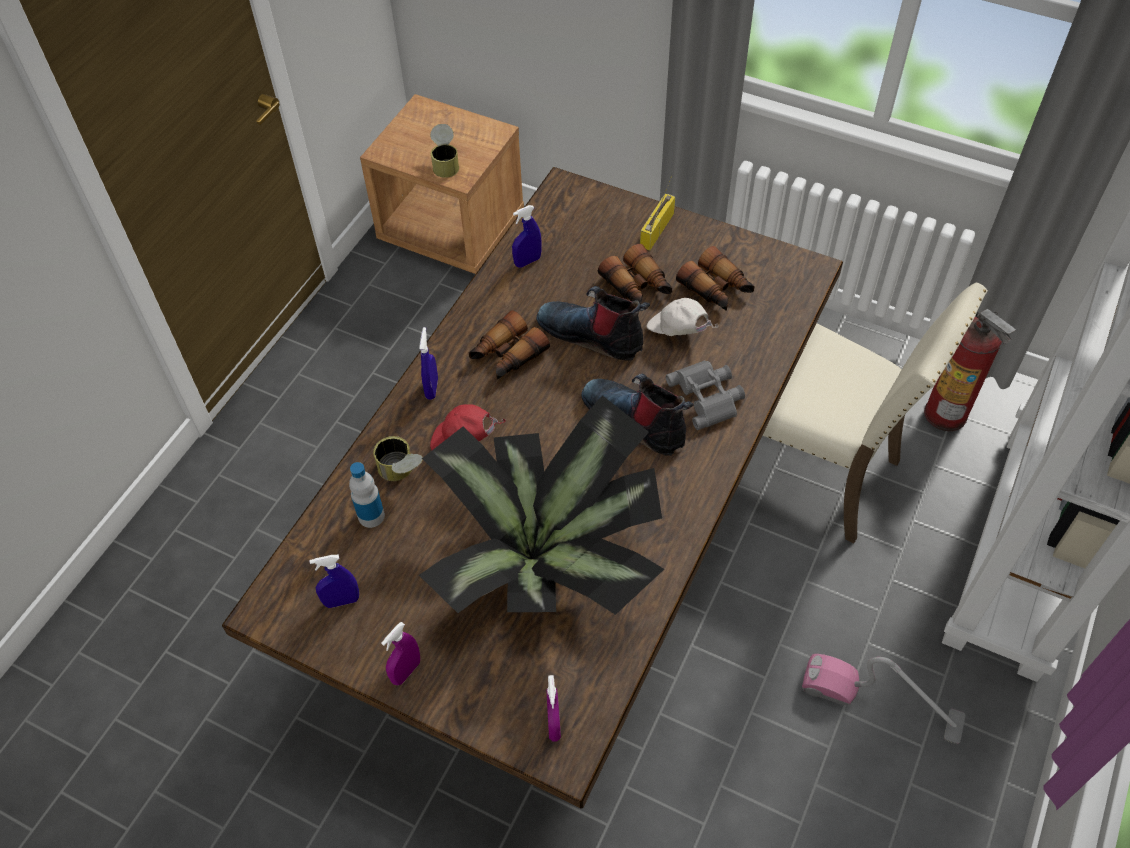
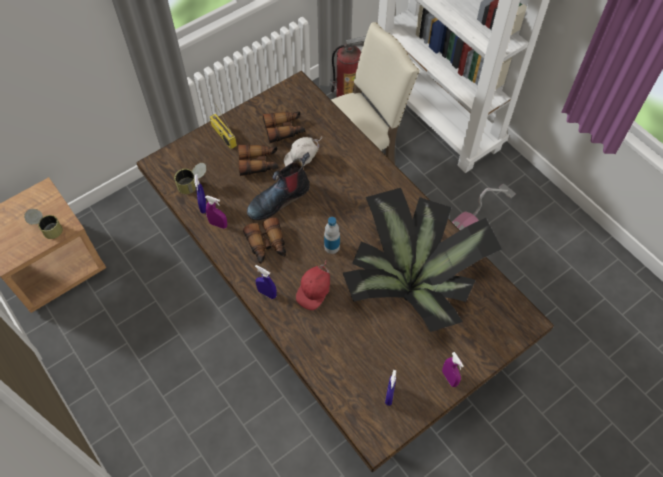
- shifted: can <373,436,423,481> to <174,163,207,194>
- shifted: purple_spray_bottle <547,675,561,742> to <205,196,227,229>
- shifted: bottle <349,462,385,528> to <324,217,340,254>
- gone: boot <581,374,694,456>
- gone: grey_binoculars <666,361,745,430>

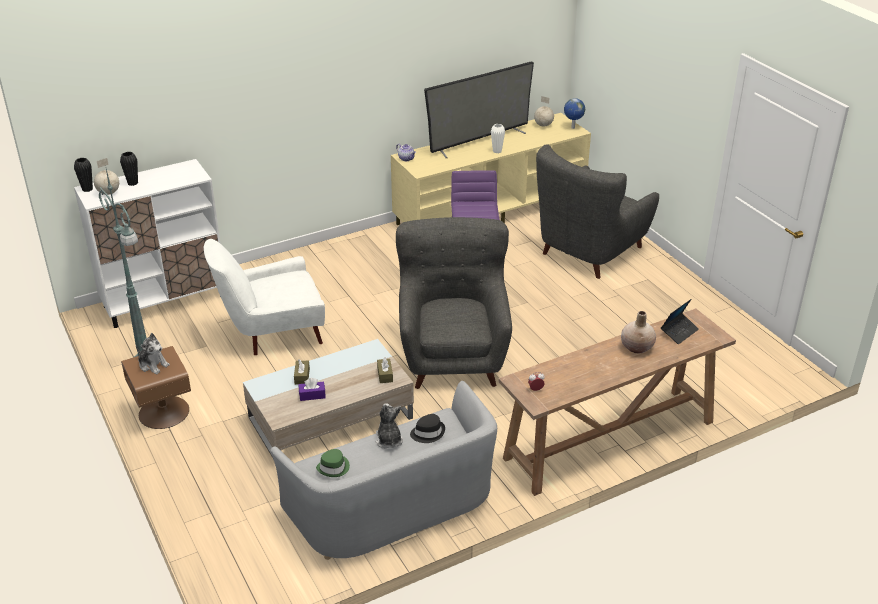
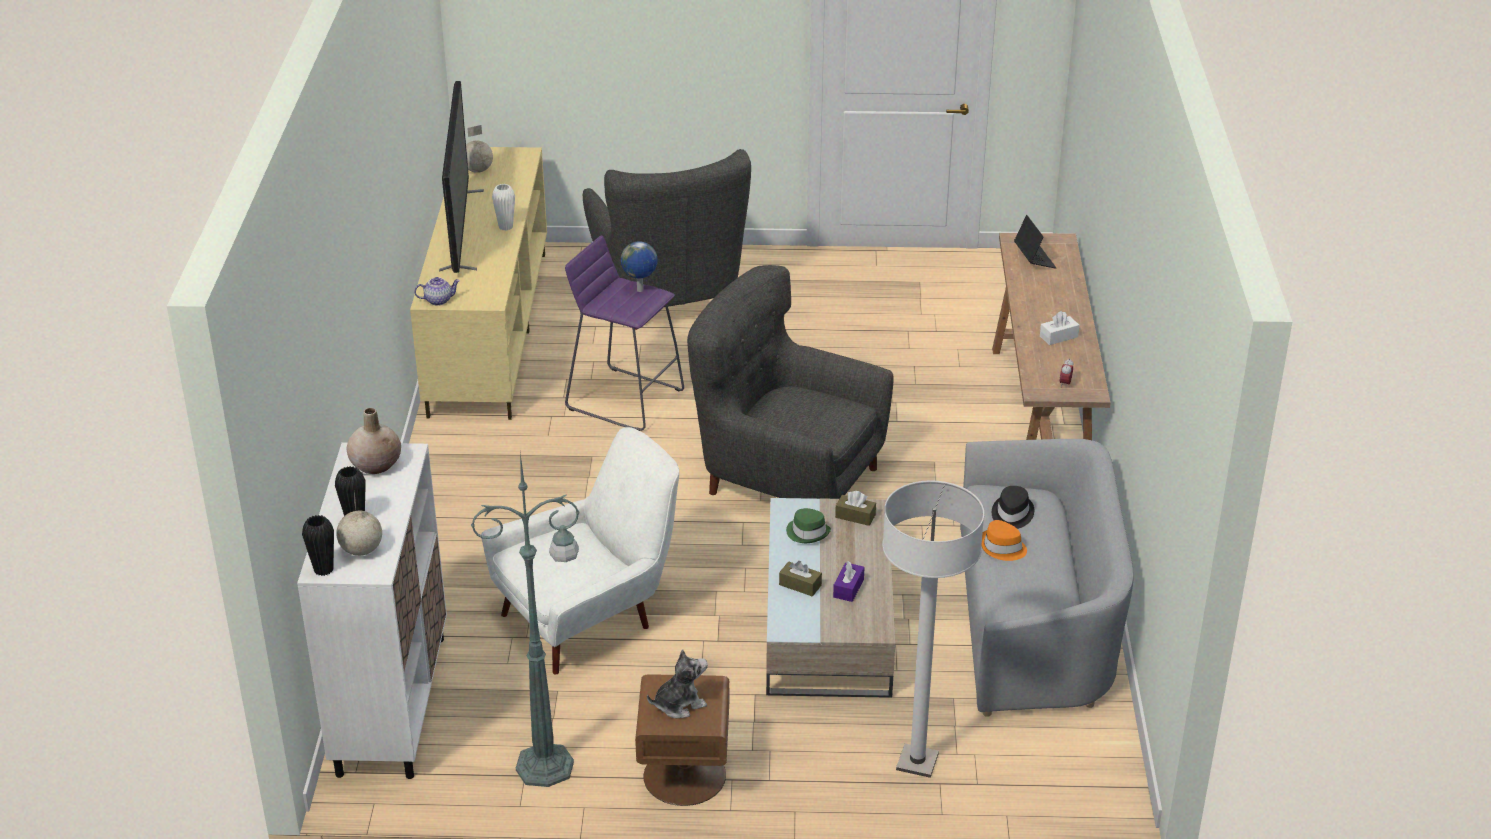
- shifted: beige_vase <621,311,656,354> to <347,408,401,474>
- rotated: white_armchair <204,239,325,355> = <481,427,679,674> 135 degrees counterclockwise
- shifted: globe <564,98,585,129> to <621,241,658,292>
- shifted: green_hat <316,449,350,477> to <786,508,831,543>
- new: white_floor_lamp <882,480,984,778>
- swapped: plush_toy <376,403,403,449> to orange_hat <981,520,1027,561>
- new: white_tissue_box <1040,311,1080,345>

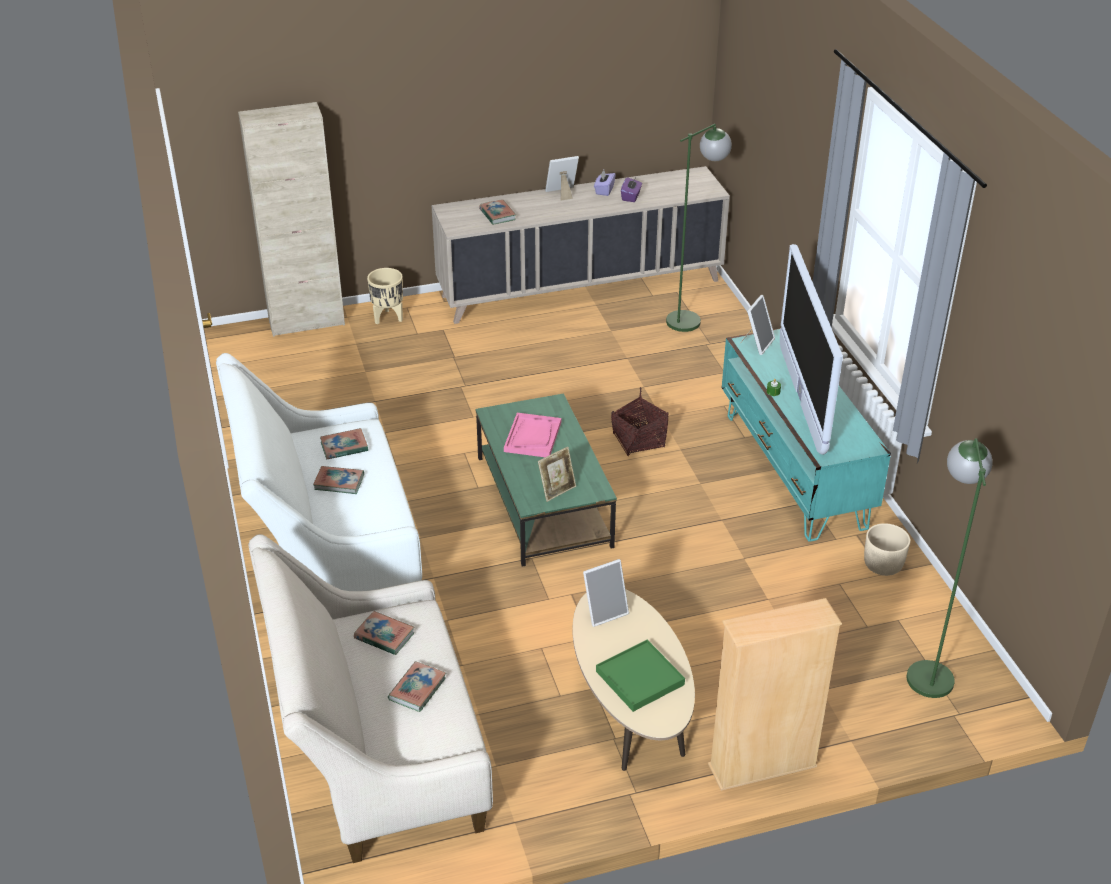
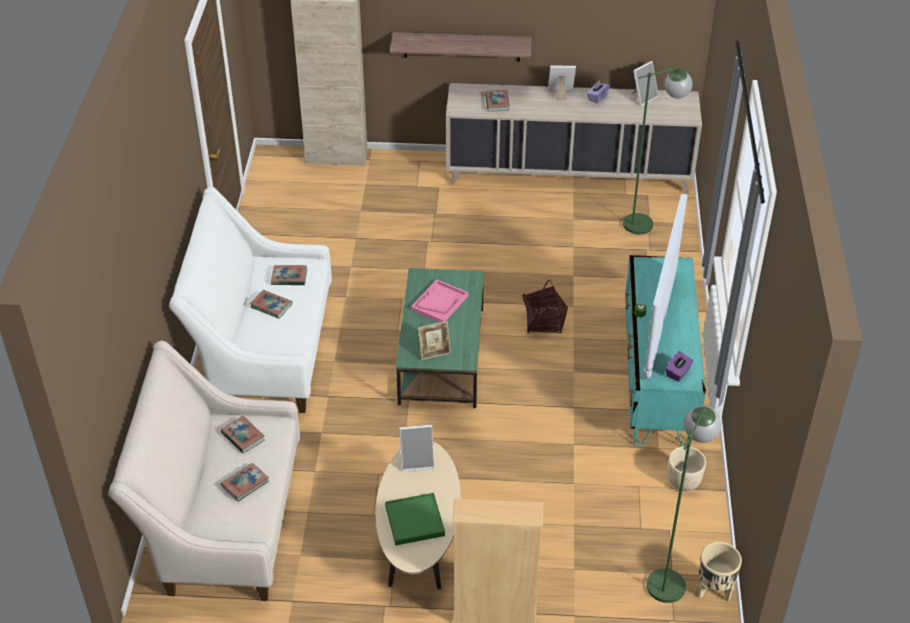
- new: shelf <390,32,532,62>
- shifted: picture_frame <740,295,775,355> to <631,61,659,106>
- shifted: purple_tissue_box <621,177,642,202> to <666,351,694,382>
- shifted: beige_planter <367,268,403,324> to <698,542,742,601>

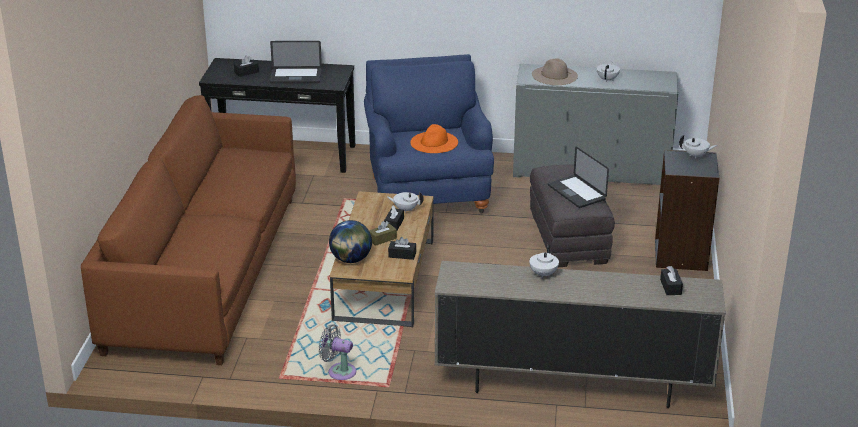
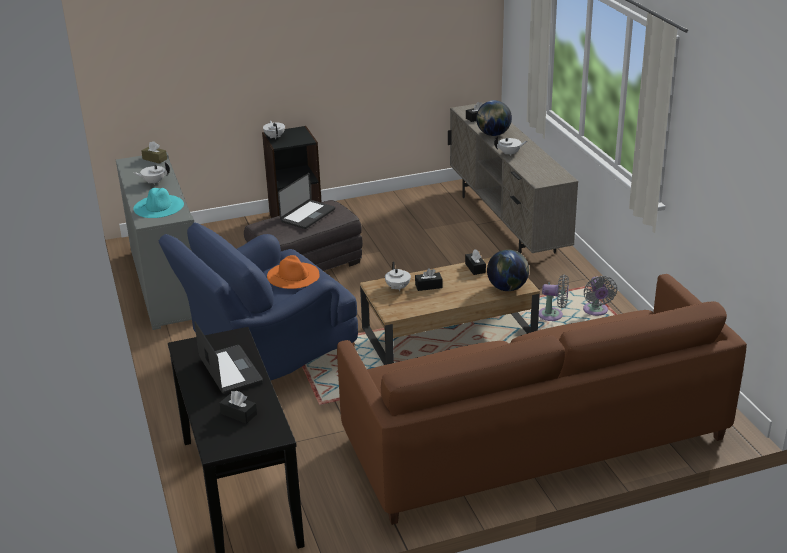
- repainted: beige_hat <532,58,578,85> to turquoise_hat <134,188,184,218>
- shifted: brown_tissue_box <369,221,397,246> to <141,141,167,164>
- new: globe <476,100,512,136>
- new: grey_fan <539,275,569,321>

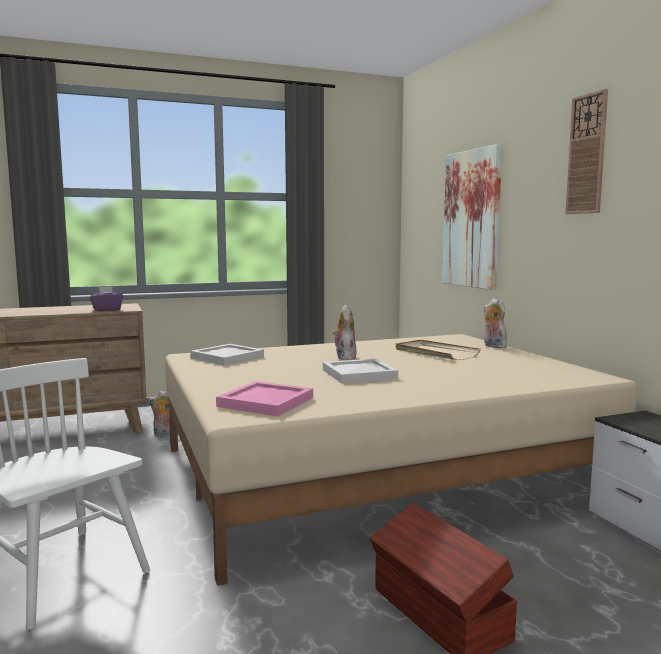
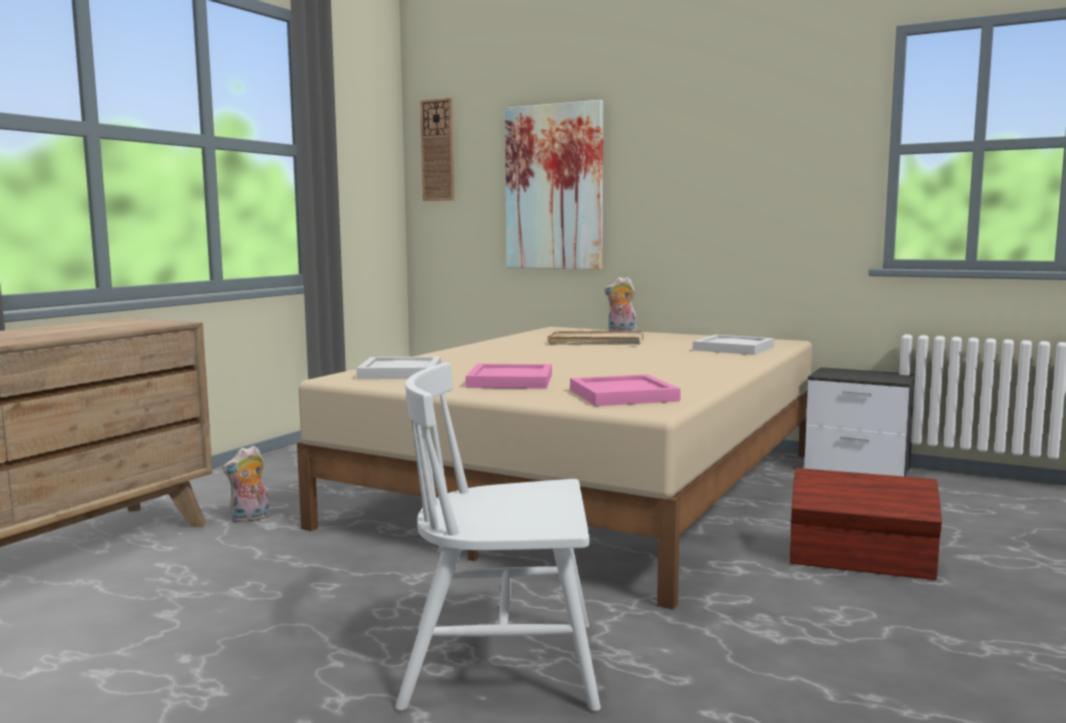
- shifted: wall_clock <565,89,608,214> to <420,98,454,201>
- new: pink_tray <465,364,552,389>
- shifted: white_tray <323,359,398,383> to <693,335,774,355>
- gone: purple_tissue_box <90,286,123,311>
- gone: plush_toy <333,305,357,360>

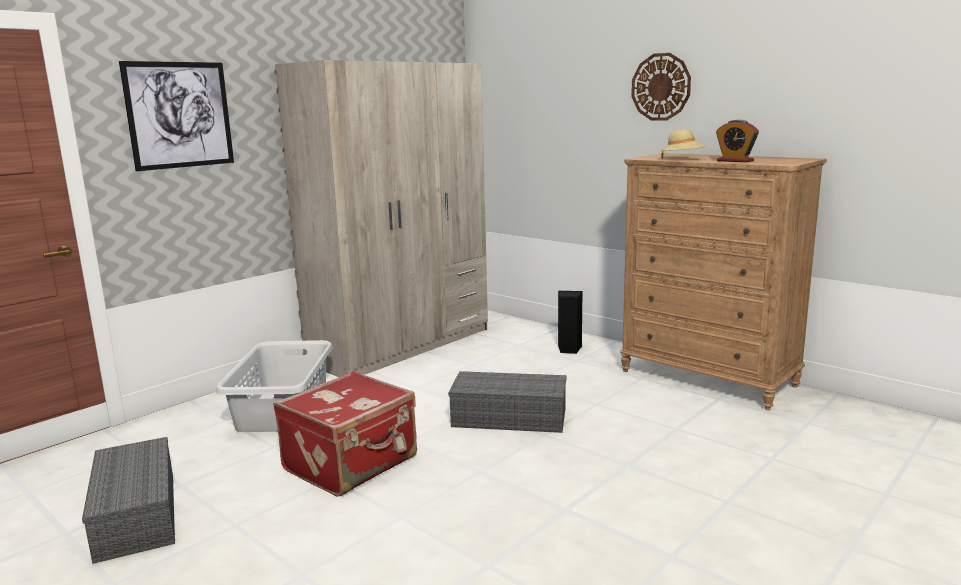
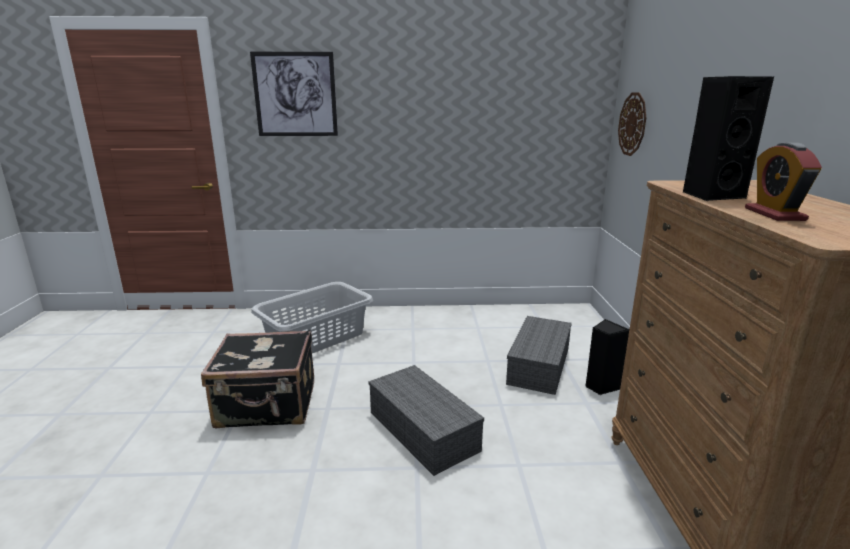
- repainted: red_suitcase <273,371,417,497> to black_suitcase <201,330,314,428>
- shifted: grey_storage_box <82,437,175,564> to <506,316,572,395>
- shifted: wall_clock <631,53,691,121> to <618,92,646,156>
- swapped: beige_hat <661,129,706,159> to black_speaker <683,76,774,201>
- gone: beige_wardrobe <275,60,488,377>

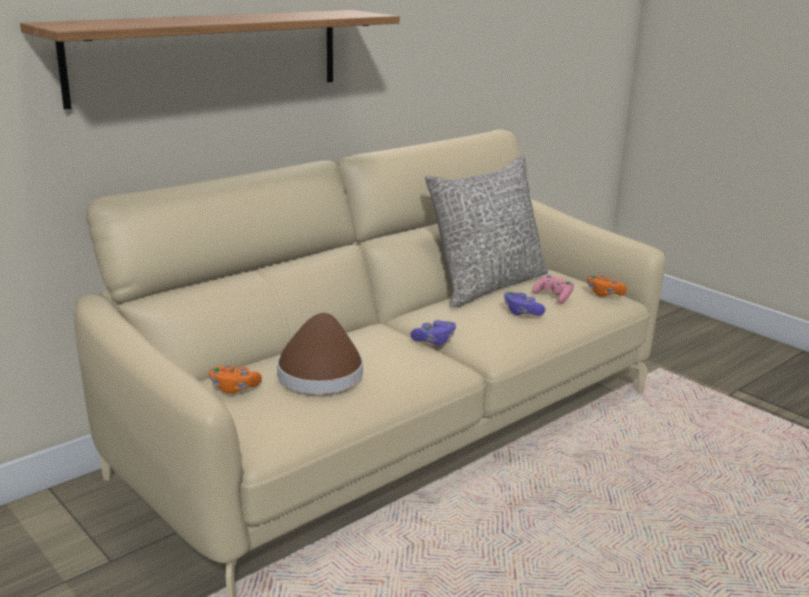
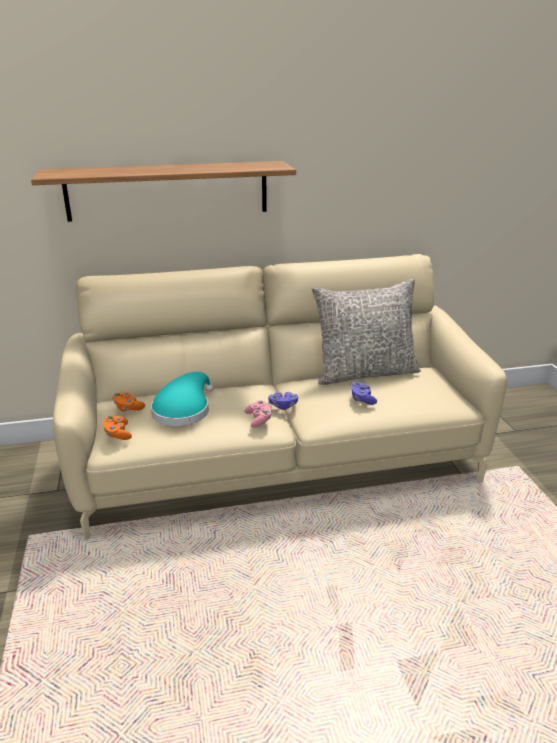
- shifted: orange_game_controller <587,275,627,297> to <104,415,132,440>
- repainted: brown_hat <277,313,363,394> to turquoise_hat <151,372,214,426>
- shifted: pink_game_controller <532,275,574,303> to <245,400,272,427>

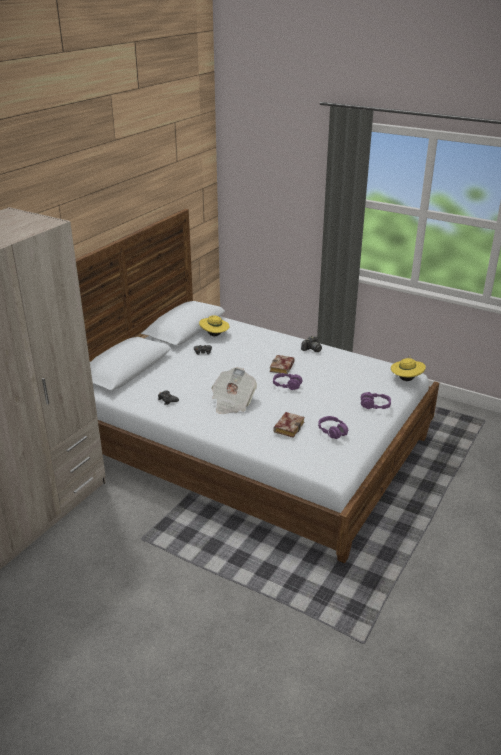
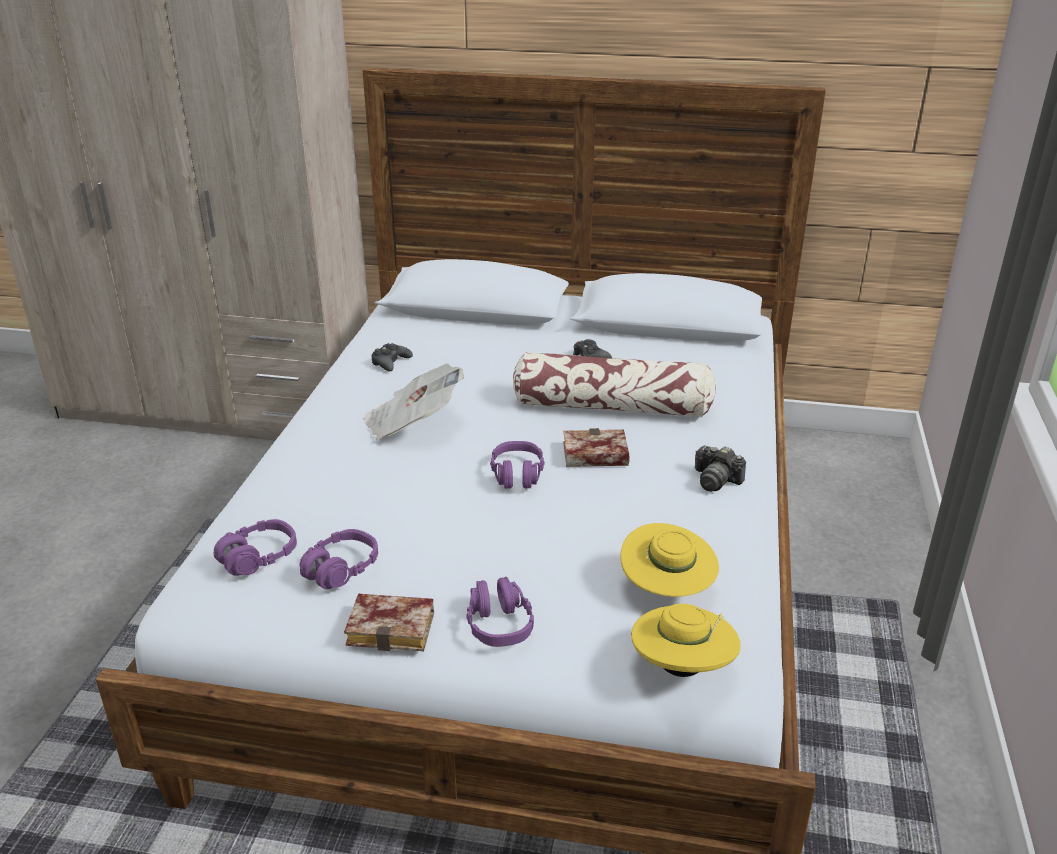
- new: purple_headphones <214,519,297,576>
- shifted: book <273,412,305,438> to <344,594,434,651>
- new: pillow <513,352,716,417>
- shifted: yellow_hat <199,315,230,336> to <620,523,719,597>

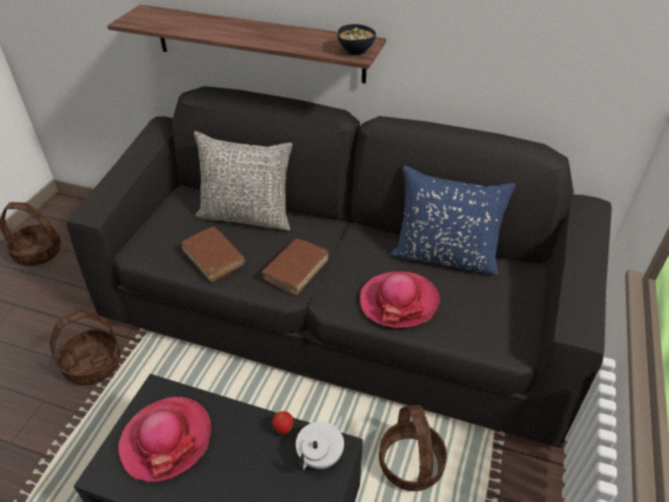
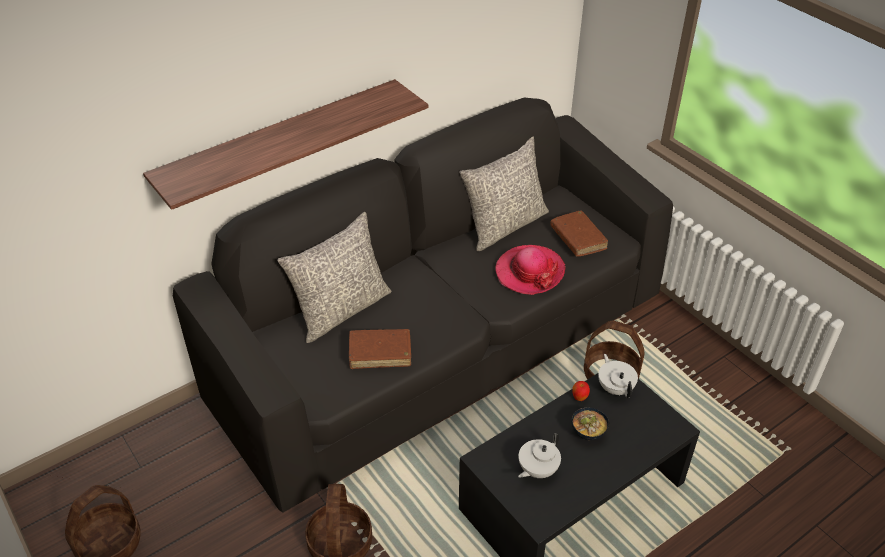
- repainted: blue_pillow <390,166,516,275> to grey_pillow <459,137,549,251>
- swapped: hat <118,397,211,482> to white_teapot <518,433,561,478>
- shifted: brown_book <262,239,328,295> to <550,210,608,257>
- shifted: bowl <337,24,376,55> to <572,407,609,440>

